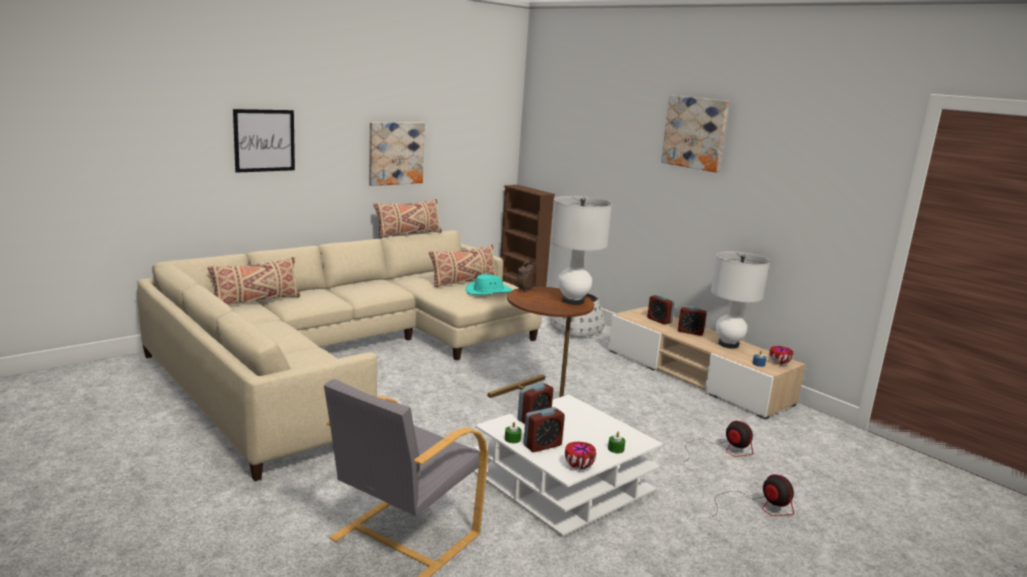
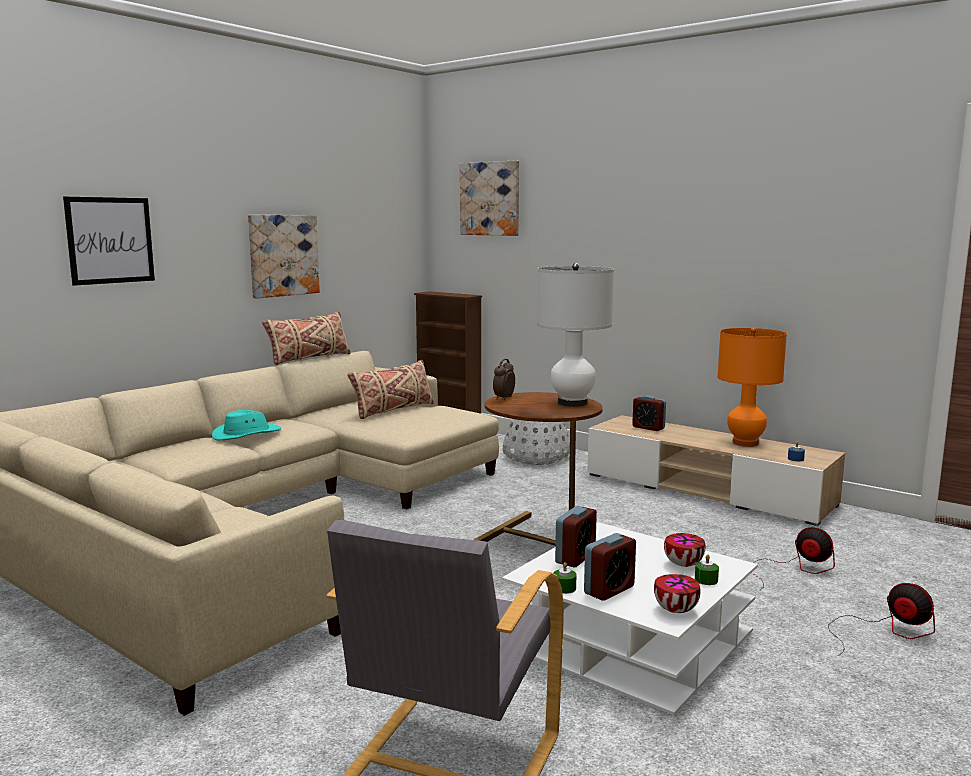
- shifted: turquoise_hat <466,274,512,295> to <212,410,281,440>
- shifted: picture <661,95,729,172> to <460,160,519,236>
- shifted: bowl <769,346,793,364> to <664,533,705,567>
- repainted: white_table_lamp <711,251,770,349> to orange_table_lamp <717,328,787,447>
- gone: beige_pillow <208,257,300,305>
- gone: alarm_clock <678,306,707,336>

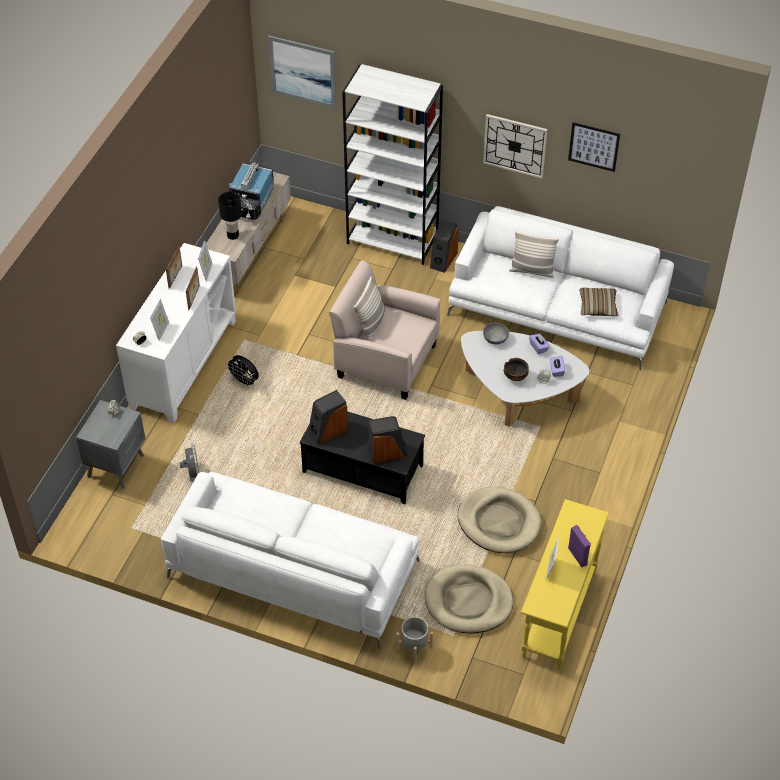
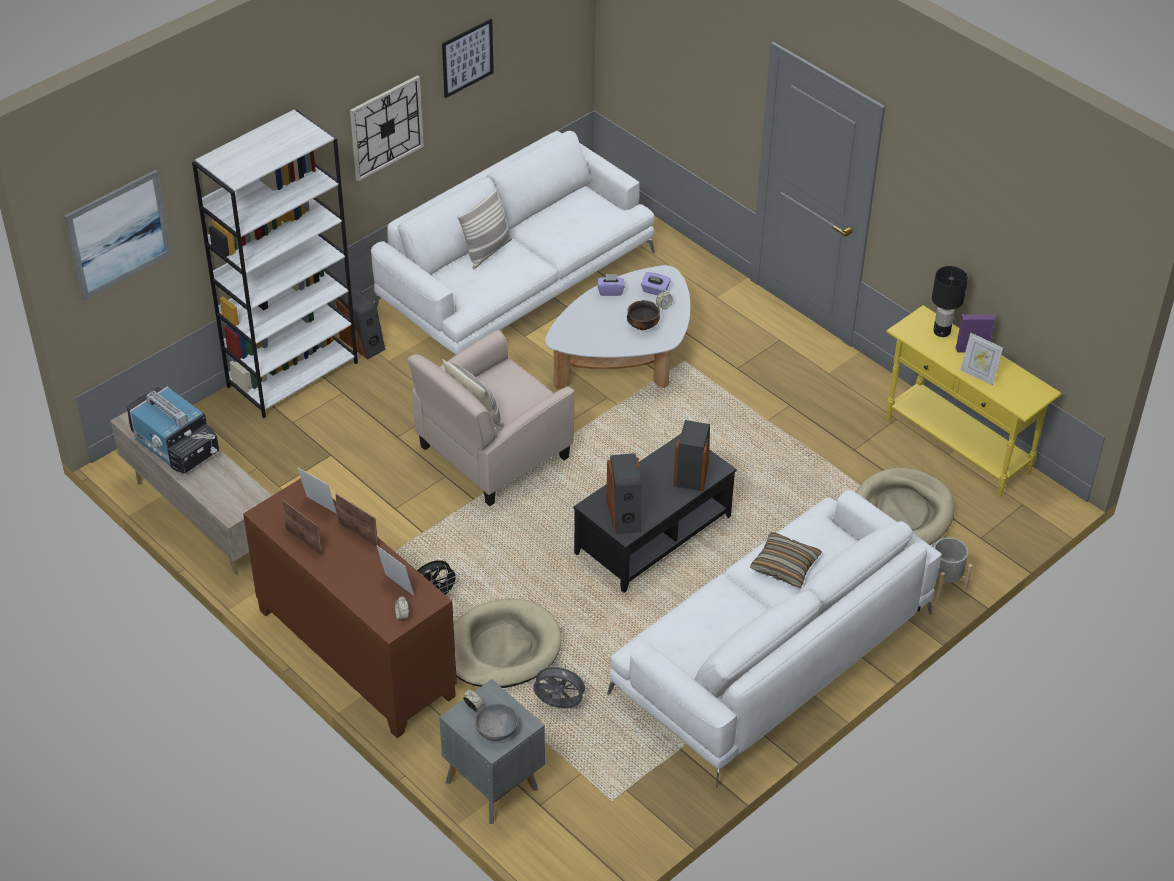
- repainted: white_cabinet <116,243,236,423> to brown_cabinet <243,478,457,738>
- shifted: beige_dog_bed <457,487,541,553> to <454,599,562,688>
- shifted: grey_bowl <483,323,509,345> to <475,704,518,741>
- shifted: pillow <579,288,618,316> to <750,532,822,588>
- shifted: black_table_lamp <218,192,242,240> to <932,266,968,337>

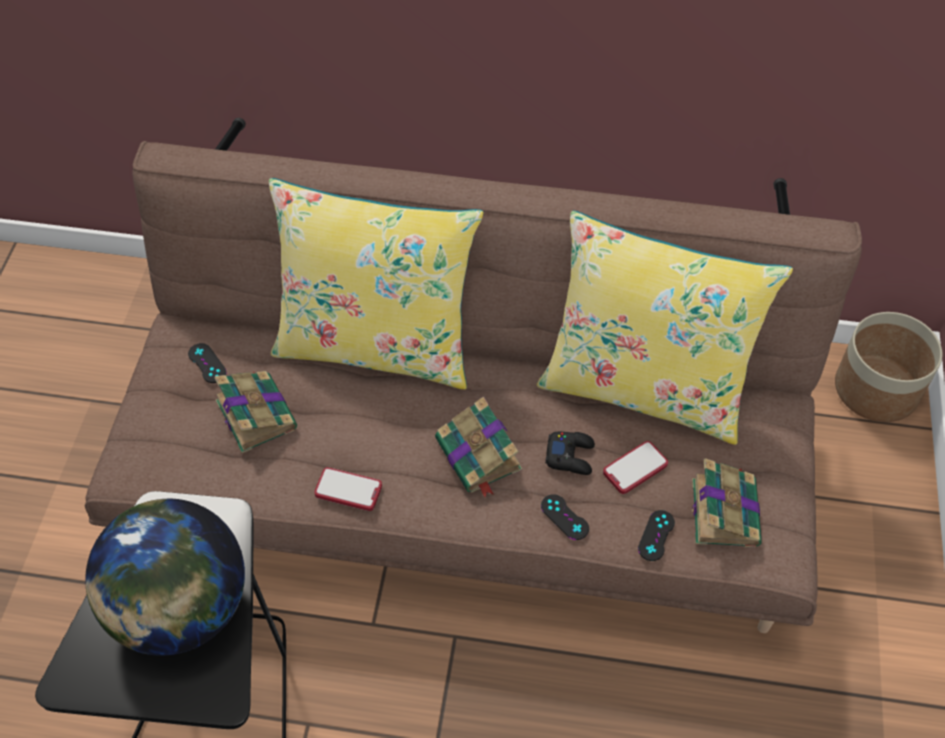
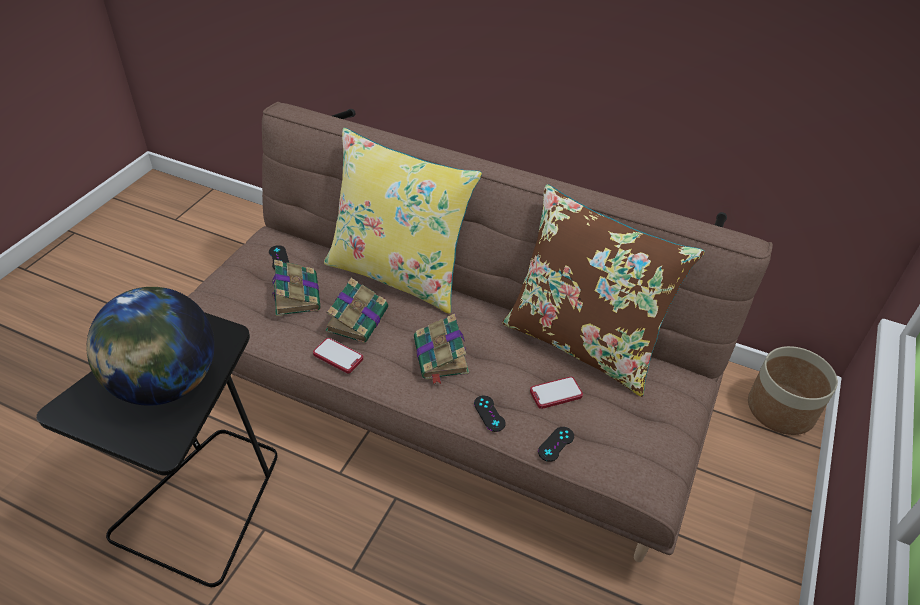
- shifted: book <692,458,762,548> to <325,278,388,343>
- repainted: yellow_pillow <537,211,793,445> to brown_pillow <502,184,705,397>
- gone: black_game_controller <545,432,595,475>

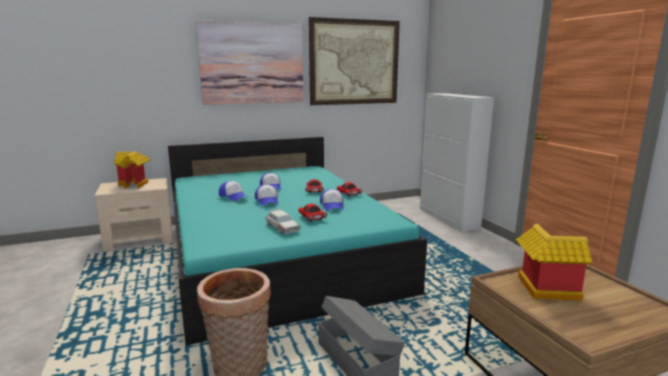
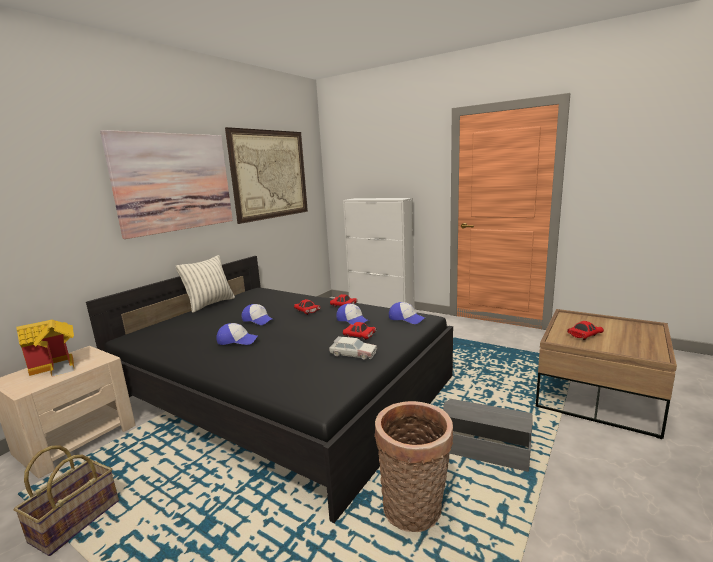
- new: basket <14,445,119,556>
- repainted: turquoise_bed <168,137,427,346> to black_bed <86,256,453,523>
- new: pillow <176,255,235,313>
- shifted: cap <255,184,278,206> to <389,302,425,324>
- swapped: toy_house <516,224,592,301> to red_toy_car <567,321,604,340>

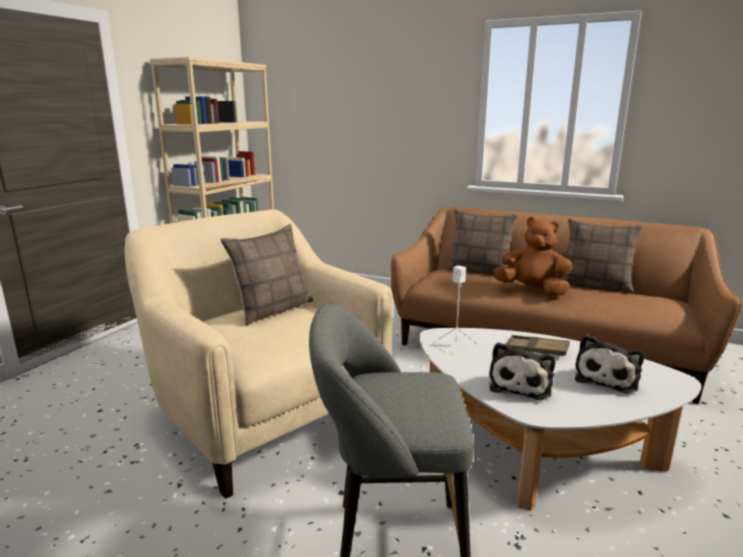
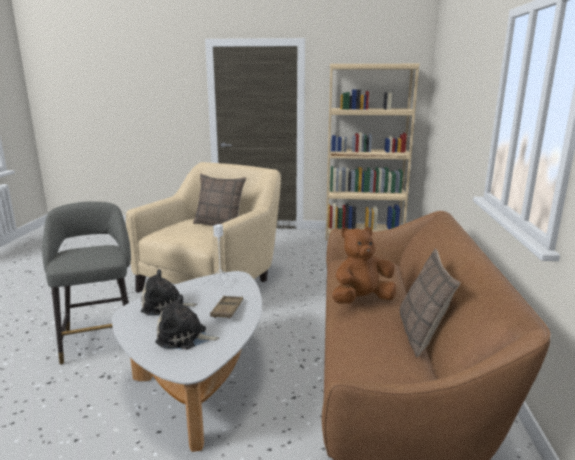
- rotated: brown_plush_toy <493,217,573,296> = <332,227,396,304> 120 degrees counterclockwise
- gone: pillow <446,209,518,275>

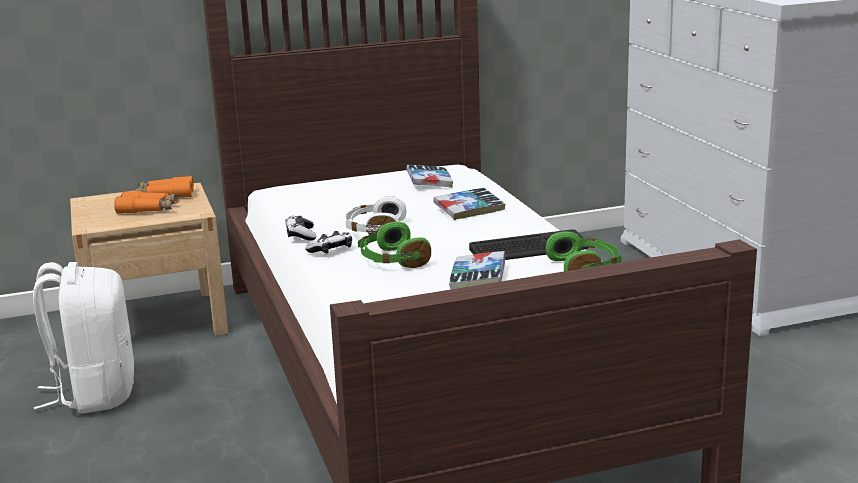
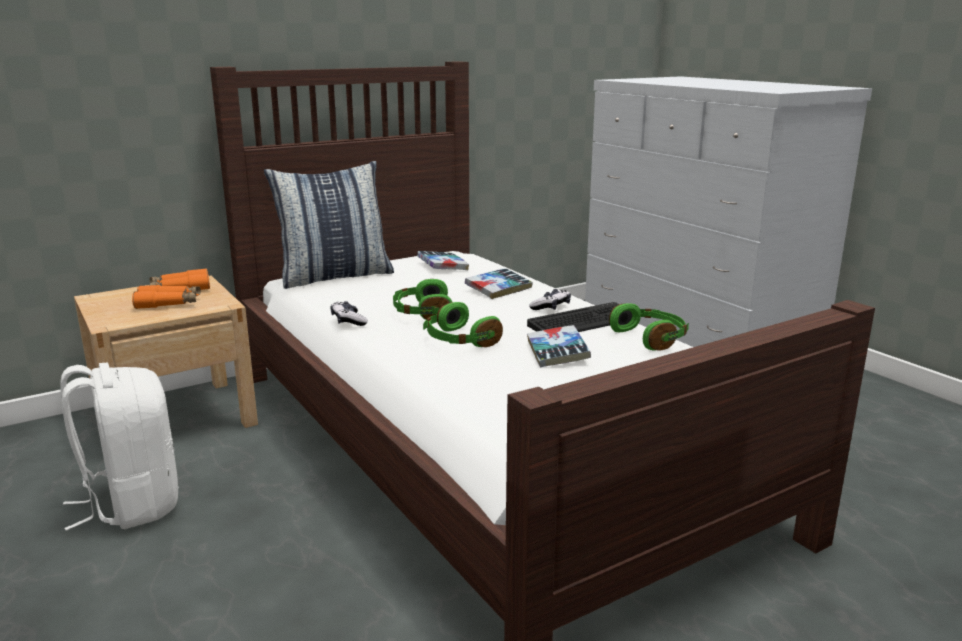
- new: pillow <264,161,394,289>
- repainted: white_headphones <346,196,406,235> to green_headphones <393,279,452,320>
- shifted: game_controller <305,231,352,254> to <529,289,571,310>

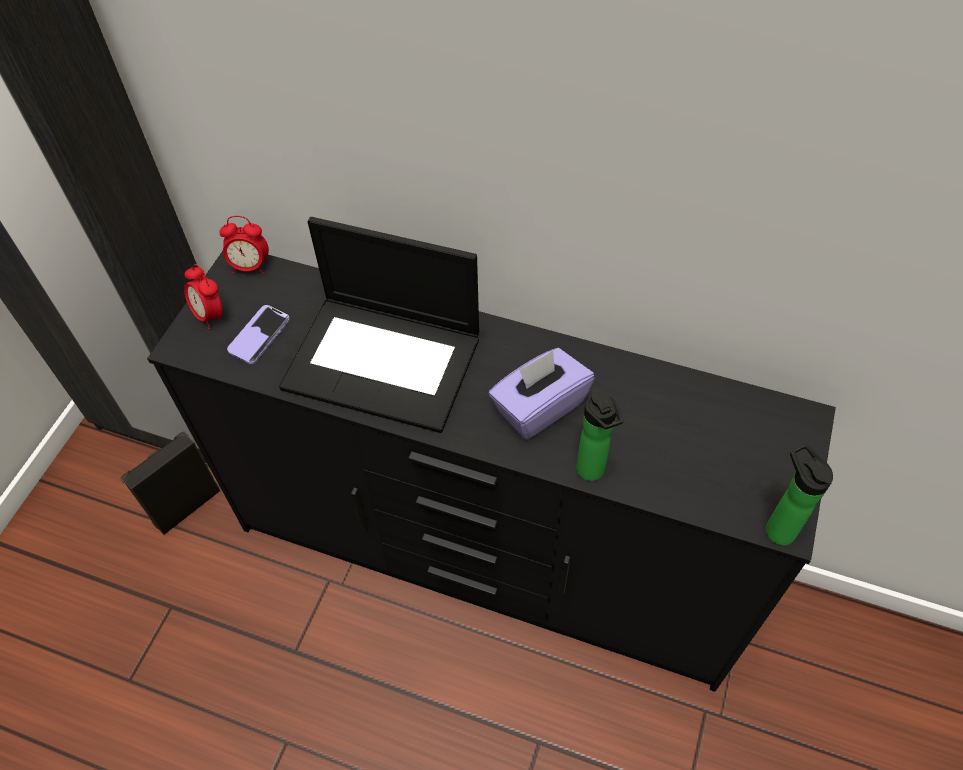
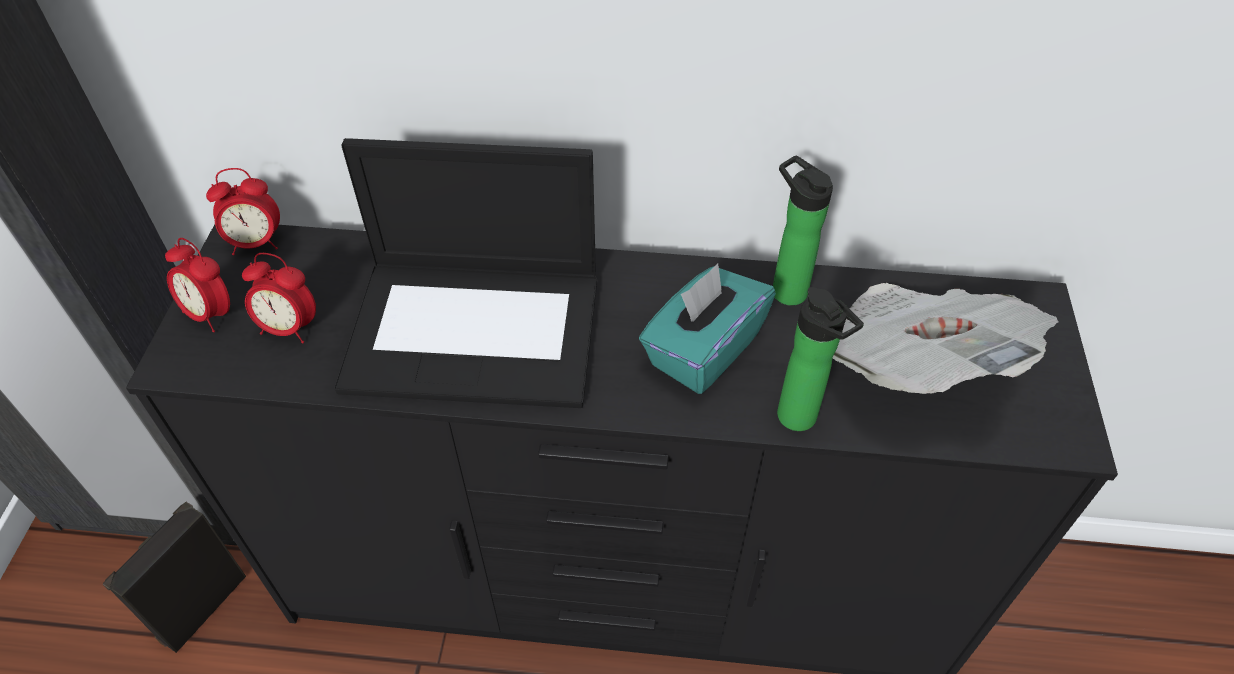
- swapped: phone <227,305,290,364> to alarm_clock <242,253,316,343>
- repainted: purple_tissue_box <489,348,595,440> to turquoise_tissue_box <639,264,776,394>
- shifted: bottle <766,443,833,545> to <773,156,833,306>
- new: newspaper <832,283,1059,394>

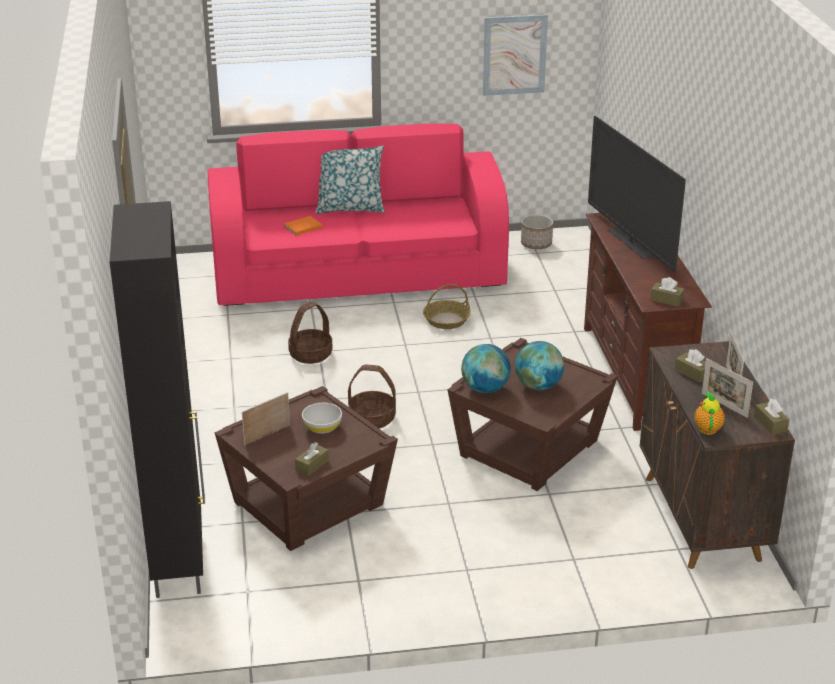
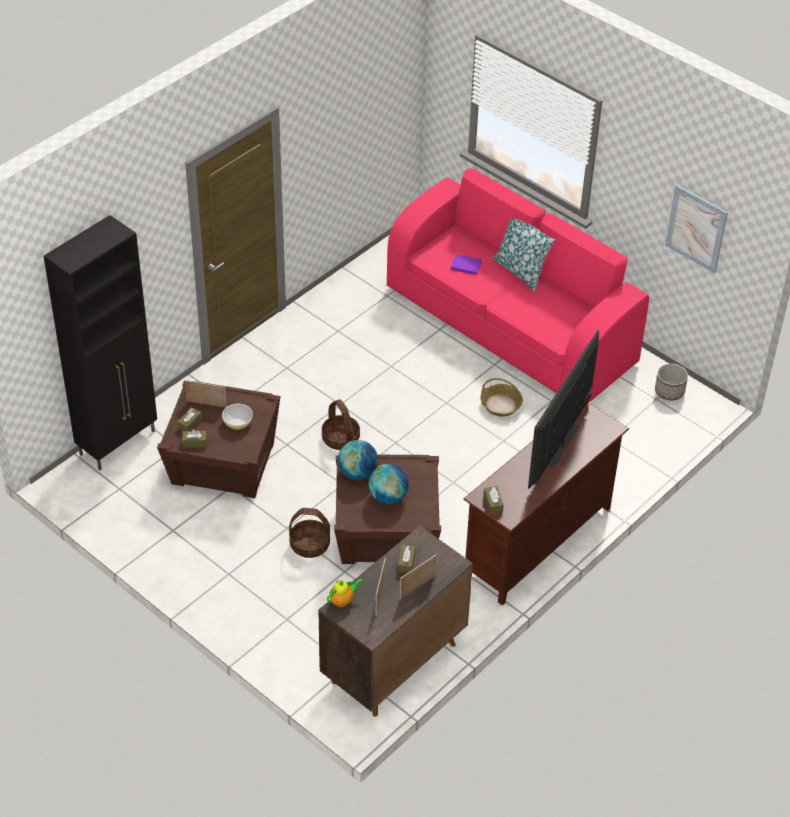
- shifted: brown_tissue_box <754,399,789,435> to <177,407,202,431>
- shifted: basket <288,302,333,364> to <289,508,330,558>
- repainted: orange_book <284,216,322,235> to purple_book <451,254,482,275>

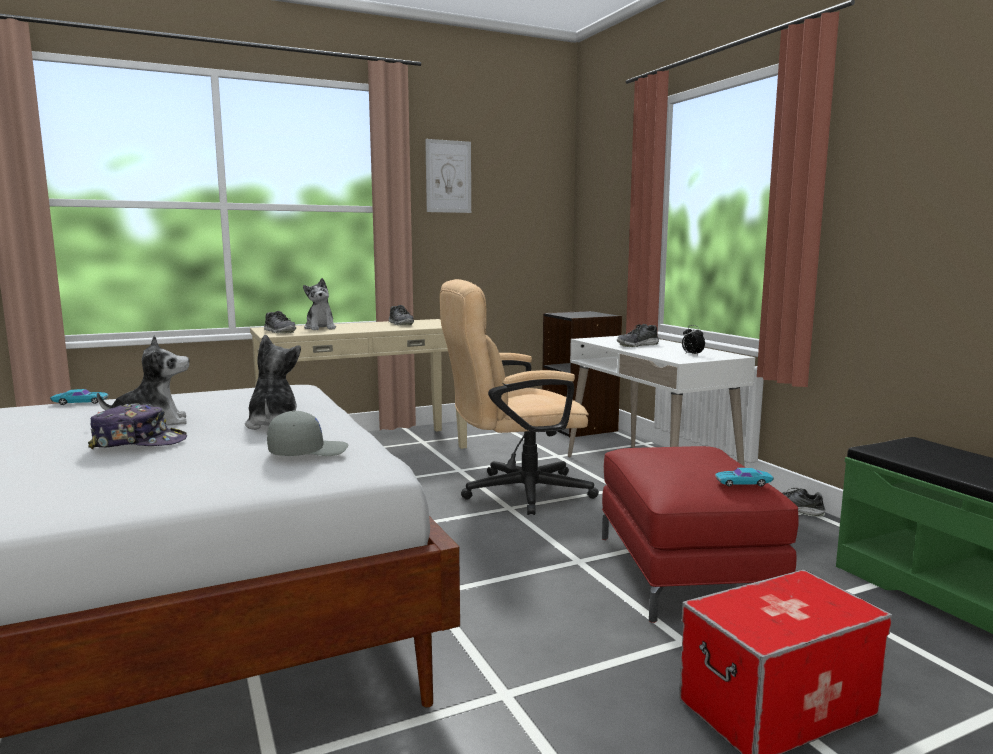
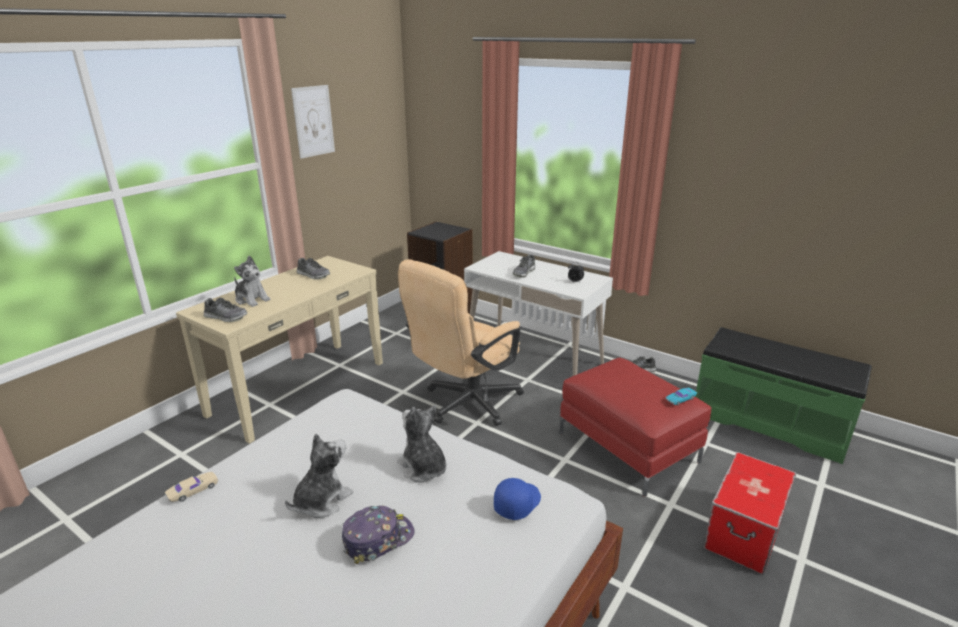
- repainted: turquoise_toy_car <50,389,109,405> to beige_toy_car <165,472,218,502>
- repainted: grey_cap <267,411,348,456> to blue_cap <494,478,541,520>

